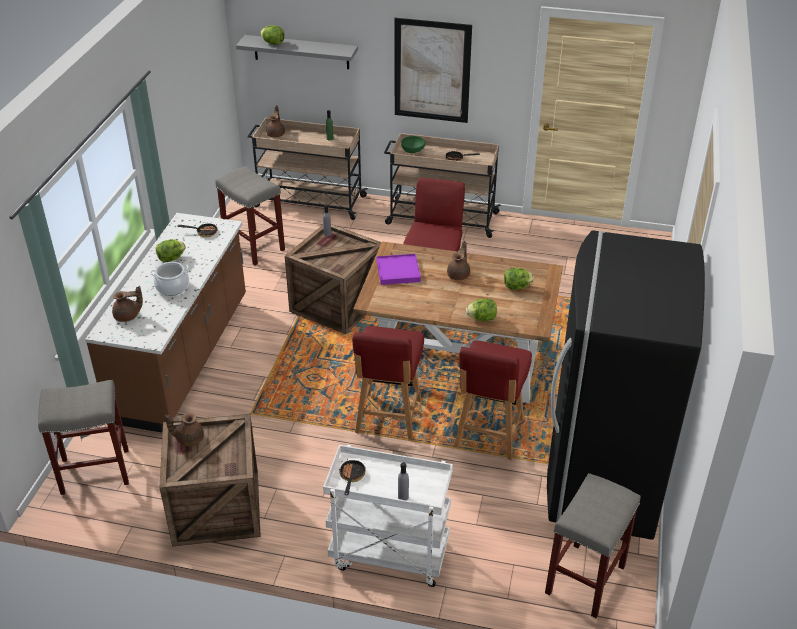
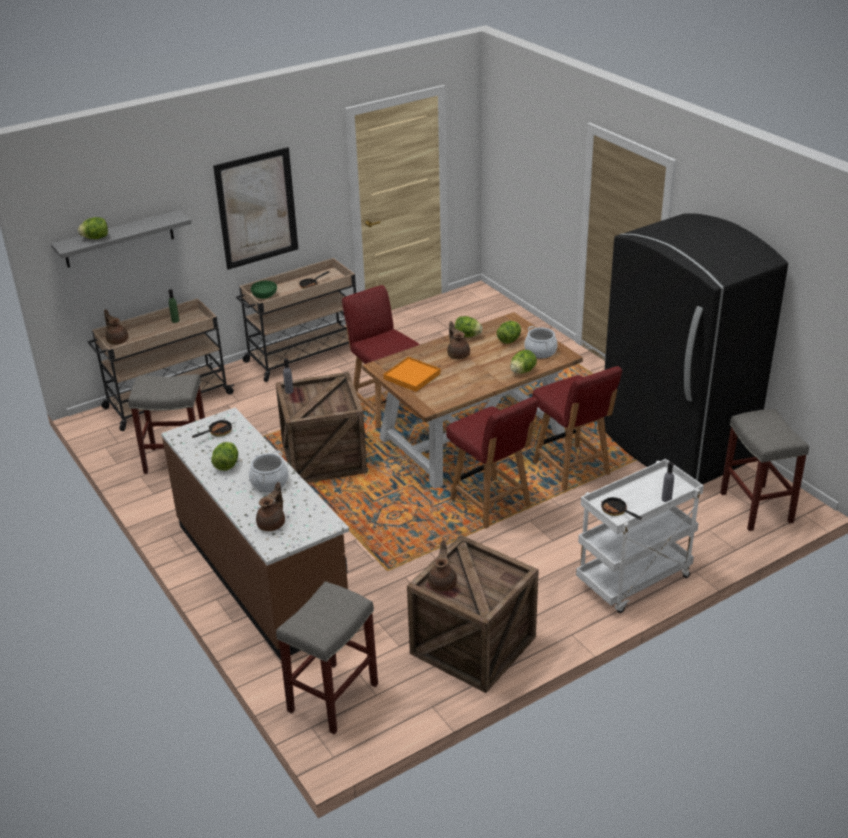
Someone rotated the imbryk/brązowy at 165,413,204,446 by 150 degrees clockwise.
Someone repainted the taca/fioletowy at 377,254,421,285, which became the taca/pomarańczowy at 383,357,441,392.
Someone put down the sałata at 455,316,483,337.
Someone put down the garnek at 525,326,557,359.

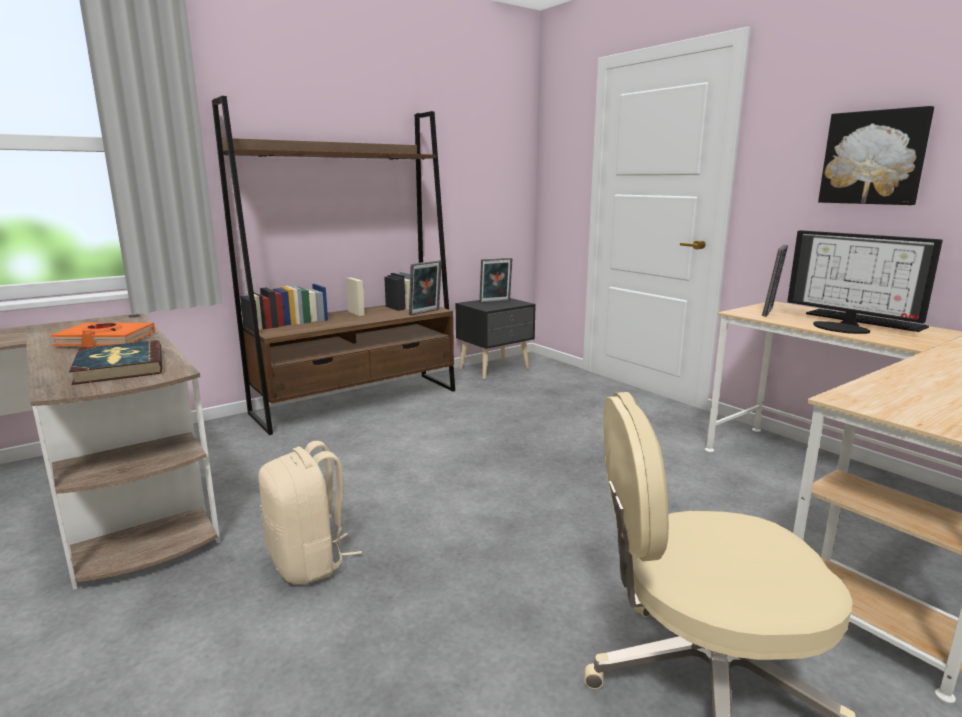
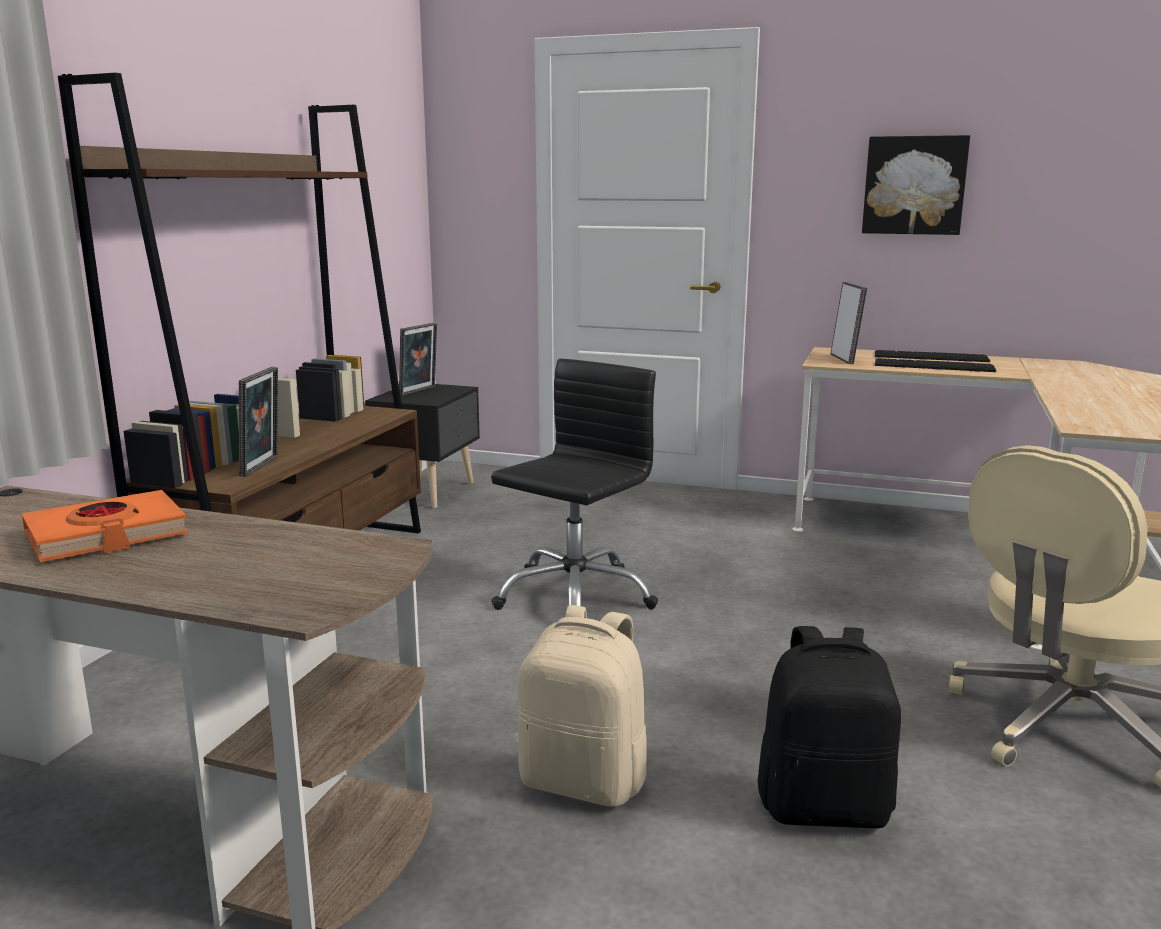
Someone took away the książka at 69,340,162,385.
Someone carried the ramka na zdjęcie from 409,260,442,315 to 239,367,278,477.
Someone swapped the monitor at 787,230,943,334 for the klawiatura at 875,358,996,372.
Someone put down the krzesło biurowe/czarny at 491,359,658,610.
Someone put down the plecak/czarny at 758,626,901,828.

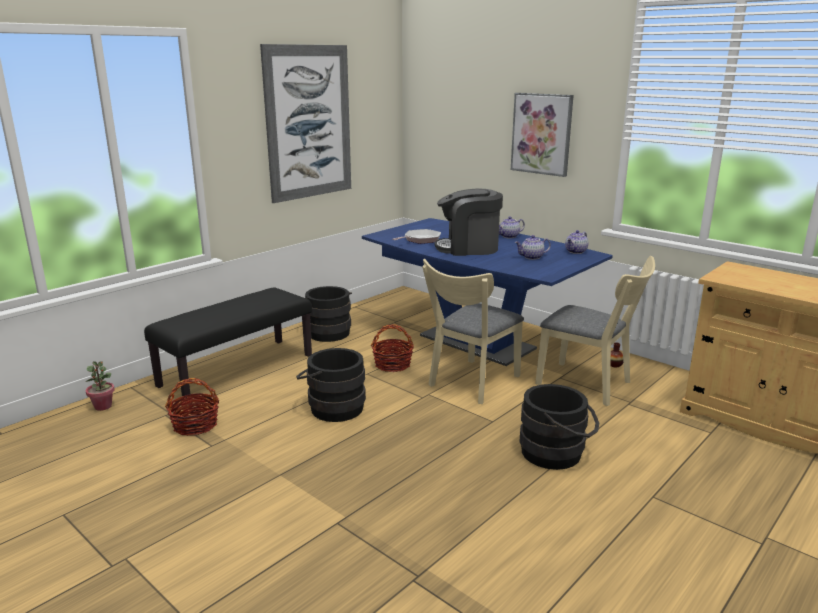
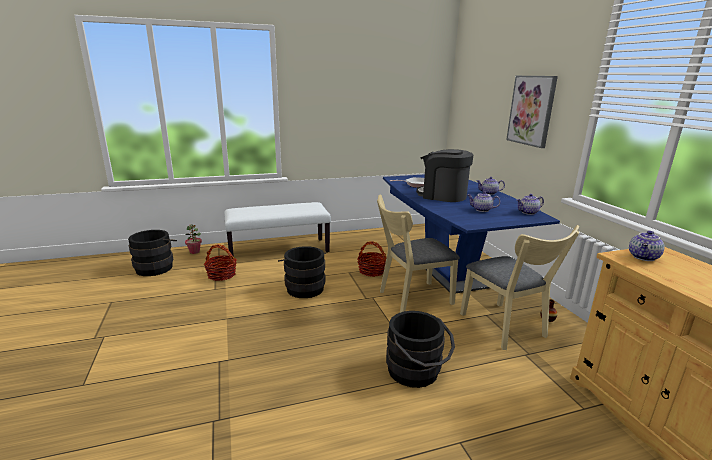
Someone repainted the ławka/czarny at 144,287,312,398, which became the ławka/biały at 224,202,331,257.
Someone took away the obraz at 260,44,351,203.
Someone carried the wiadro/czarny from 305,286,352,342 to 128,230,177,276.
Someone put down the imbryk at 629,231,665,261.

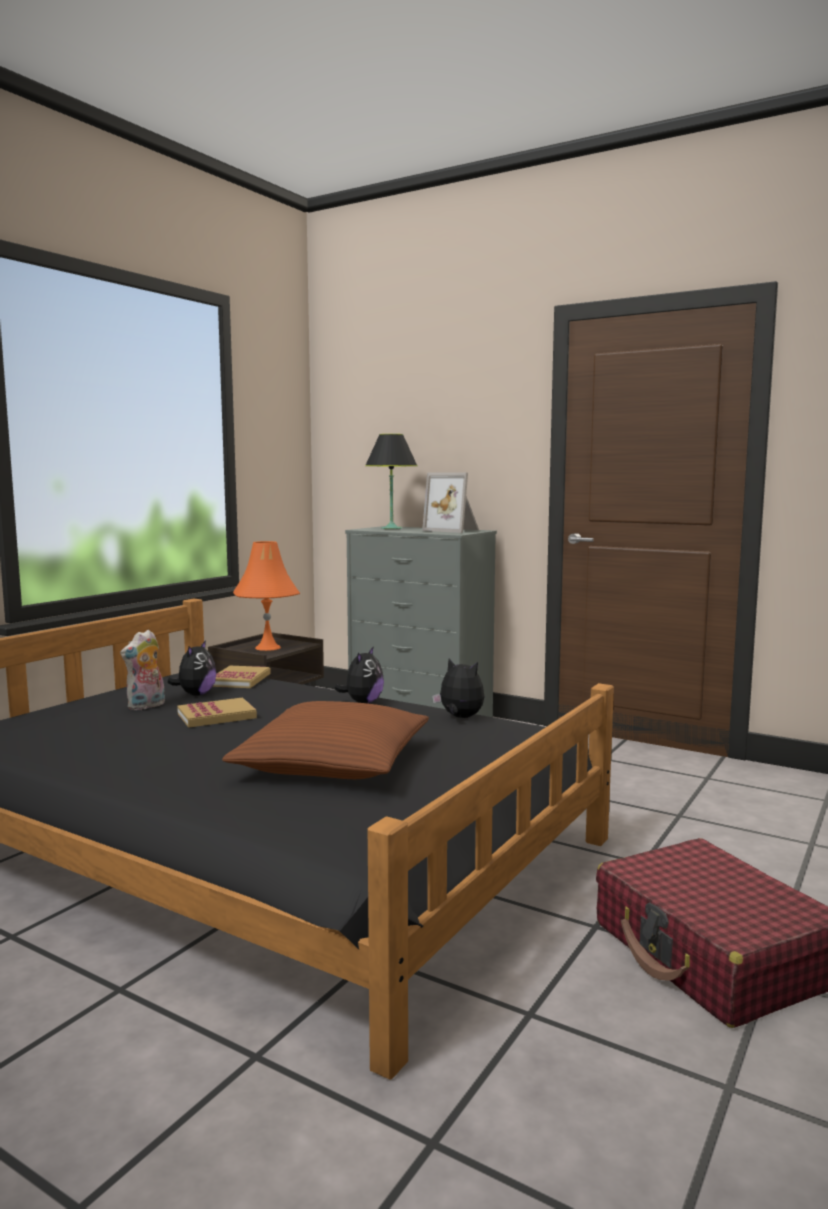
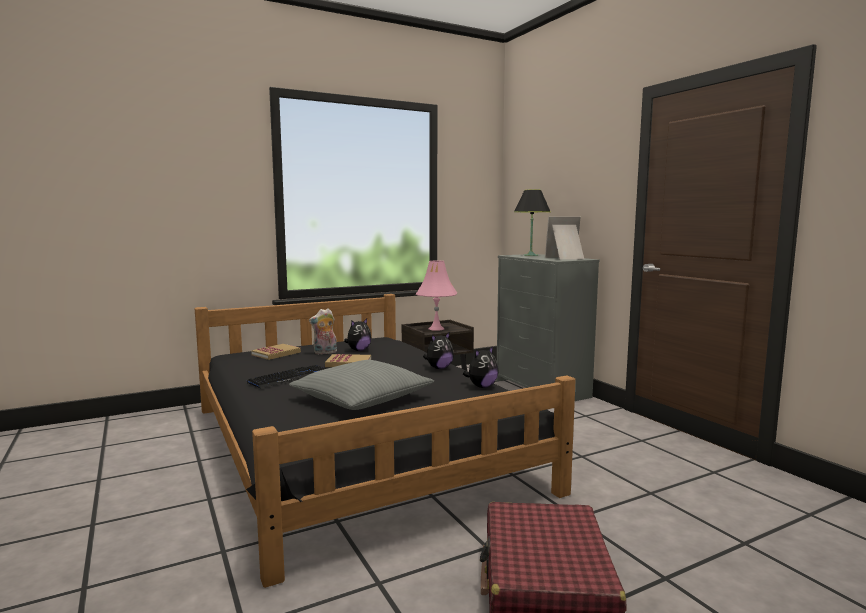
Someone carried the książka from 213,666,271,688 to 251,344,301,360.
Someone repainted the poduszka/brązowy at 222,701,429,779, which became the poduszka/szary at 289,360,434,410.
Someone repainted the lampa stołowa/pomarańczowy at 233,541,300,651, which became the lampa stołowa/różowy at 416,261,457,331.
Someone rotated the ramka na zdjęcie at 422,472,479,533 by 105 degrees clockwise.
Someone rotated the pluszak at 432,658,484,718 by 75 degrees clockwise.
Someone put down the klawiatura at 247,365,325,388.

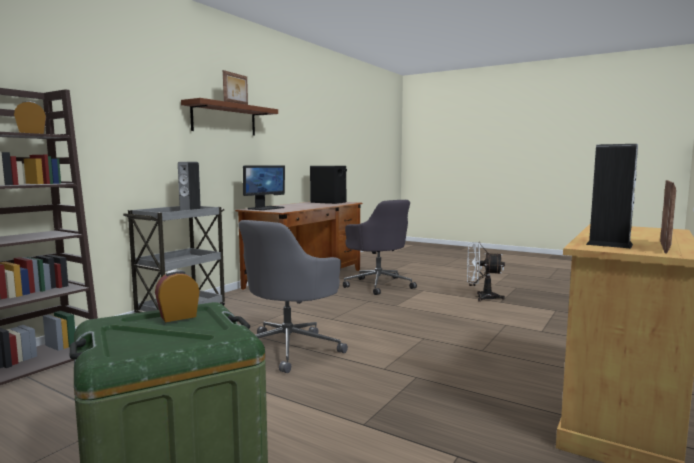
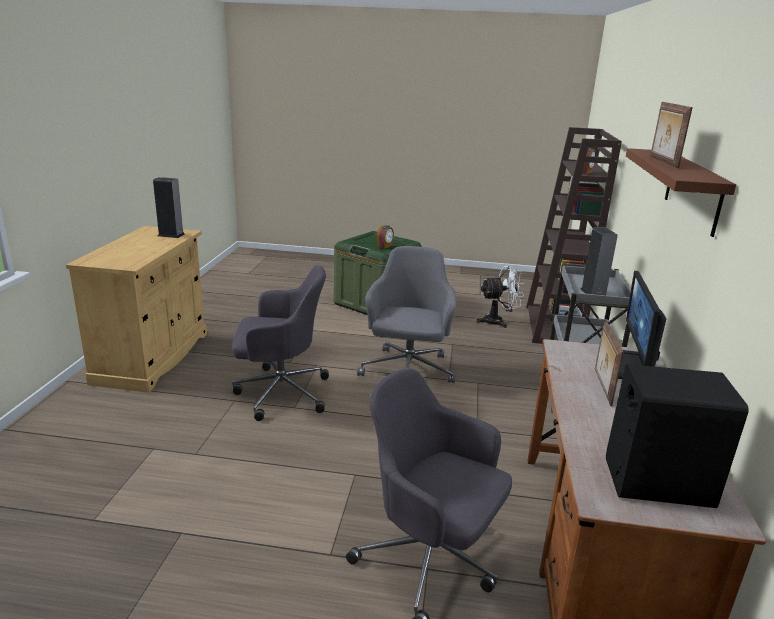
Someone carried the wentylator/biały from 467,242,505,302 to 476,266,525,328.
Someone carried the ramka na zdjęcie from 660,180,677,253 to 595,321,624,406.
Someone put down the krzesło biurowe/szary at 232,265,329,421.

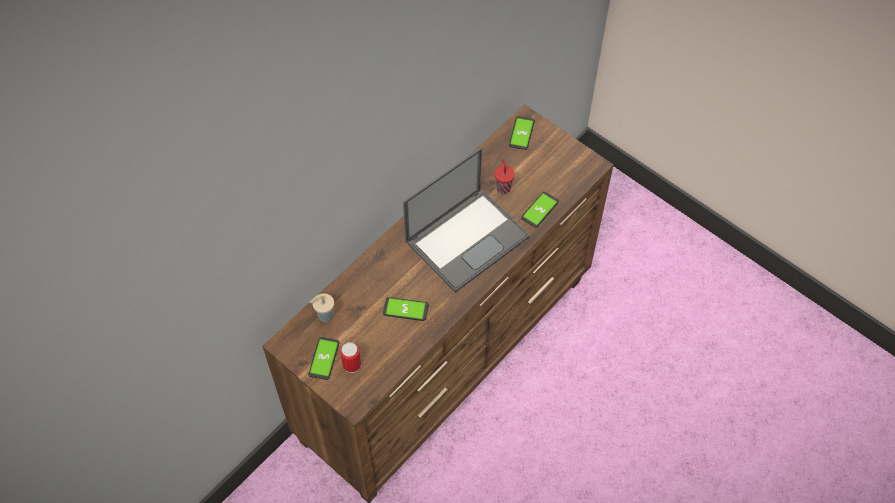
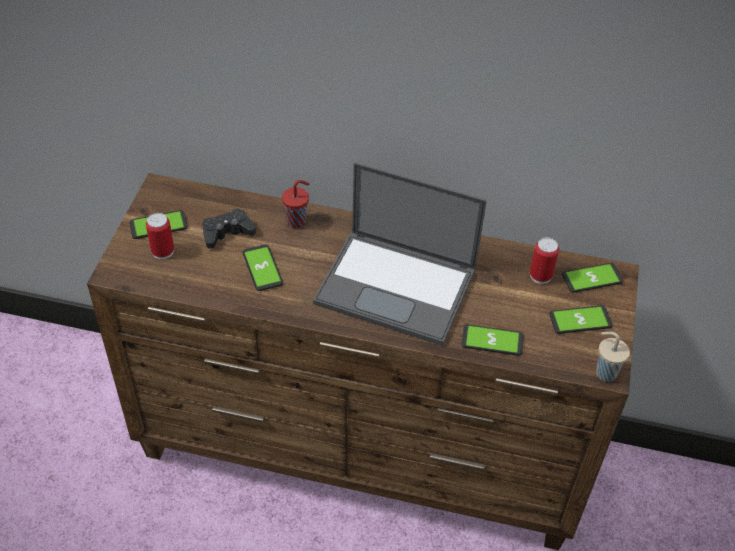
Someone carried the filiżanka/beżowy from 310,293,334,323 to 596,332,630,382.
Someone carried the filiżanka/czerwony from 495,159,515,194 to 282,180,309,228.
Someone put down the pad do gier/czarny at 202,208,256,249.
Someone put down the puszka at 530,237,559,284.
Someone put down the telefon at 549,305,612,334.

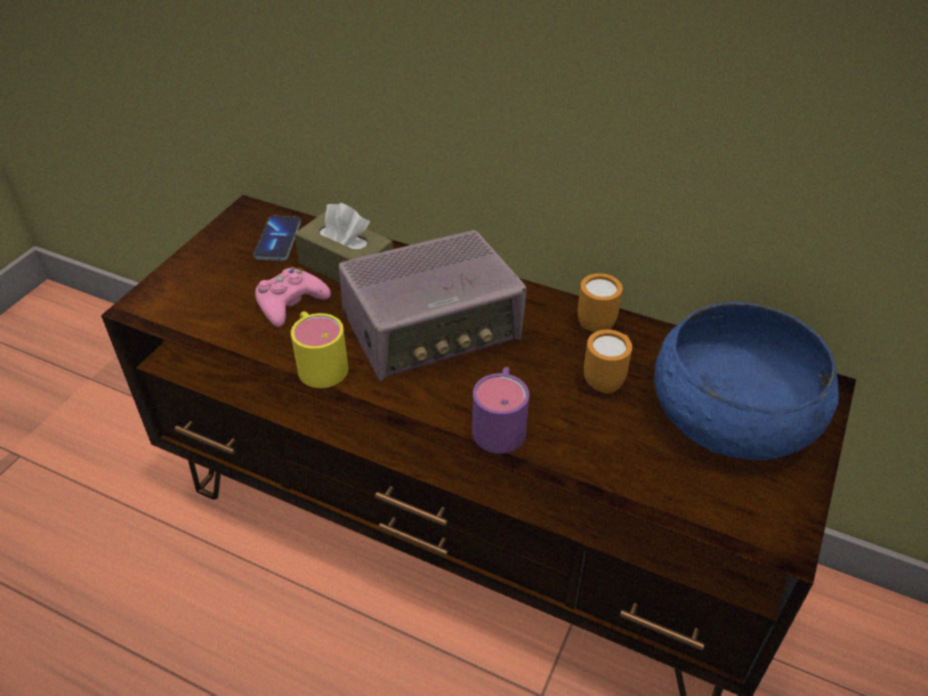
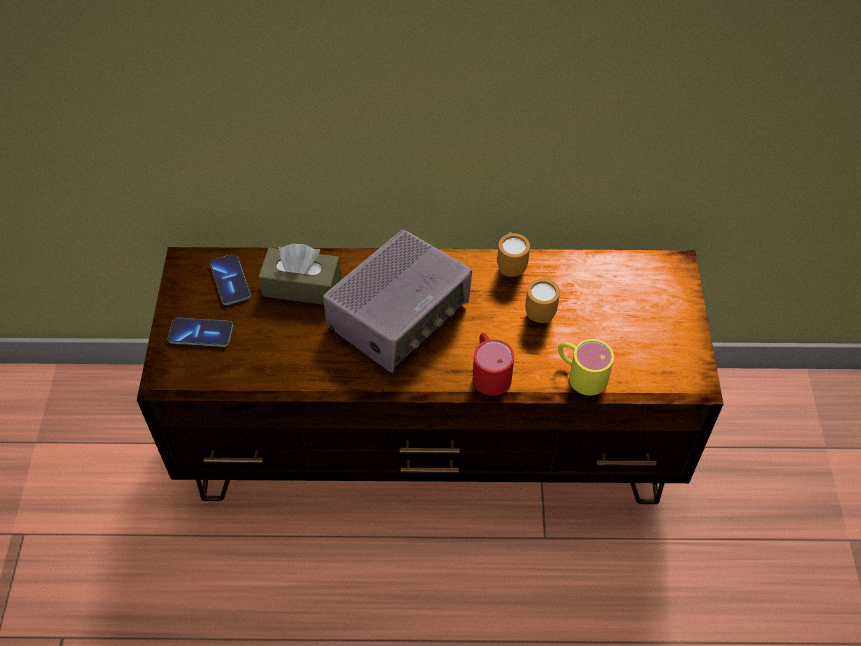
Someone took away the pad do gier/różowy at 255,267,331,327.
Someone carried the kubek/żółty from 291,311,348,388 to 558,339,614,396.
Someone repainted the kubek/fioletowy at 472,367,529,454, which became the kubek/czerwony at 473,333,514,396.
Someone took away the miska/niebieski at 654,302,839,460.
Someone put down the telefon at 168,318,233,347.

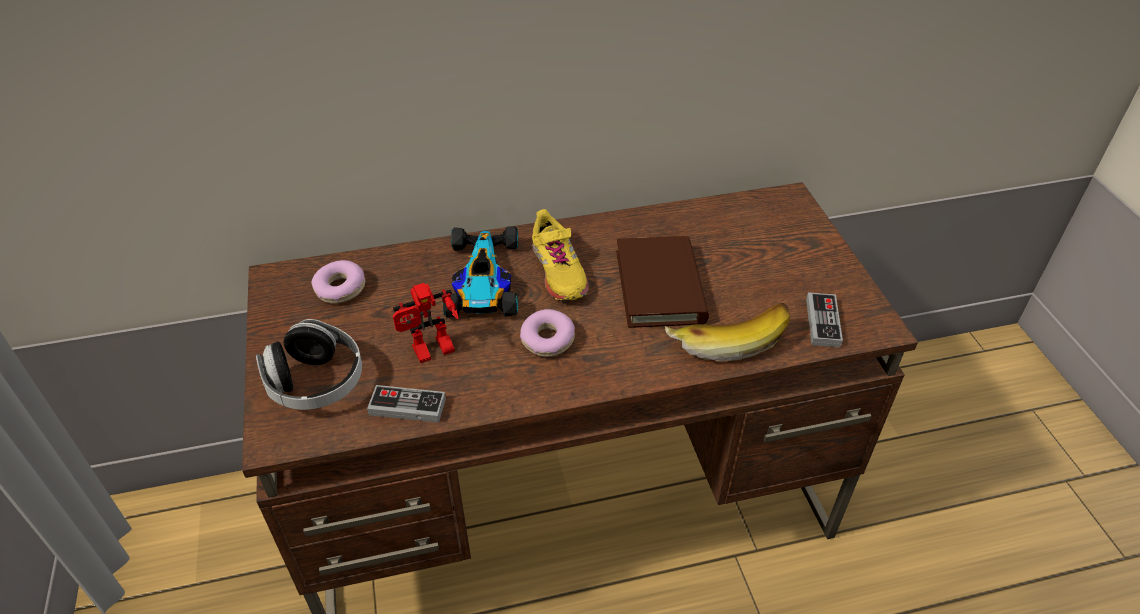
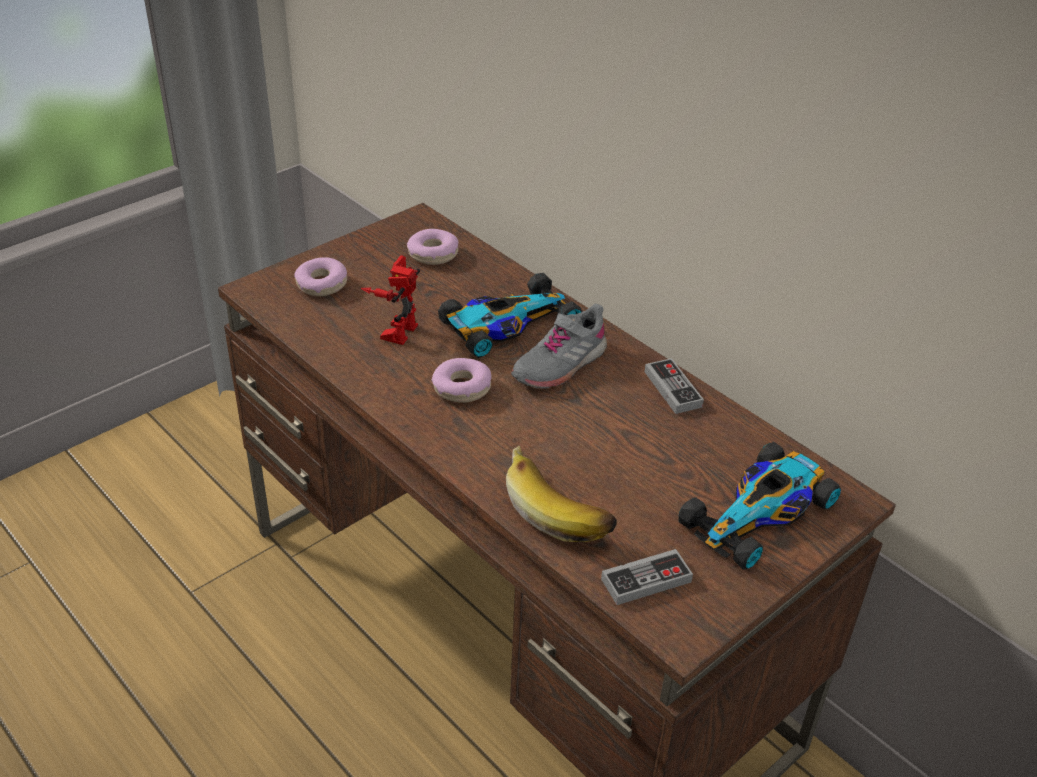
Someone swapped the słuchawki at 256,319,362,410 for the donut at 294,257,347,296.
Someone carried the pad do gier from 367,385,446,423 to 644,358,704,414.
Someone rotated the robot zabawkowy at 393,283,458,363 by 75 degrees clockwise.
Someone repainted the but/żółty at 532,209,589,301, which became the but/szary at 511,304,607,389.
Someone took away the książka/brązowy at 616,236,709,328.
Someone put down the samochodzik at 679,442,841,570.

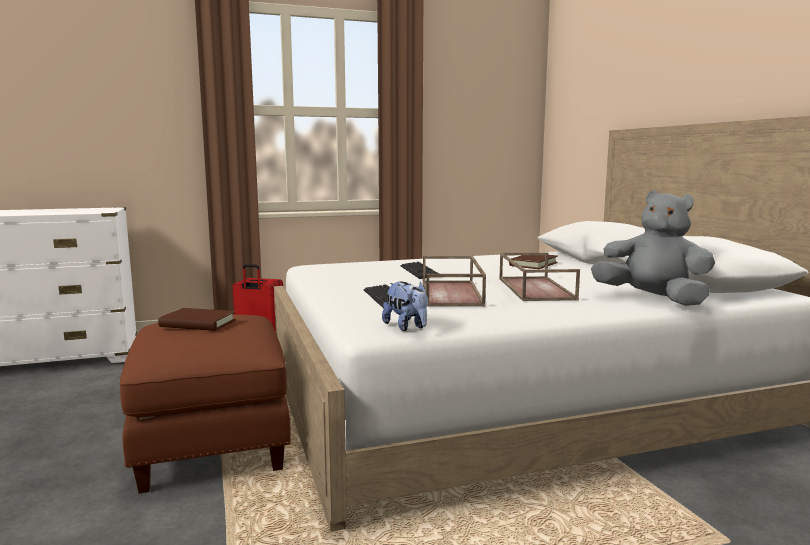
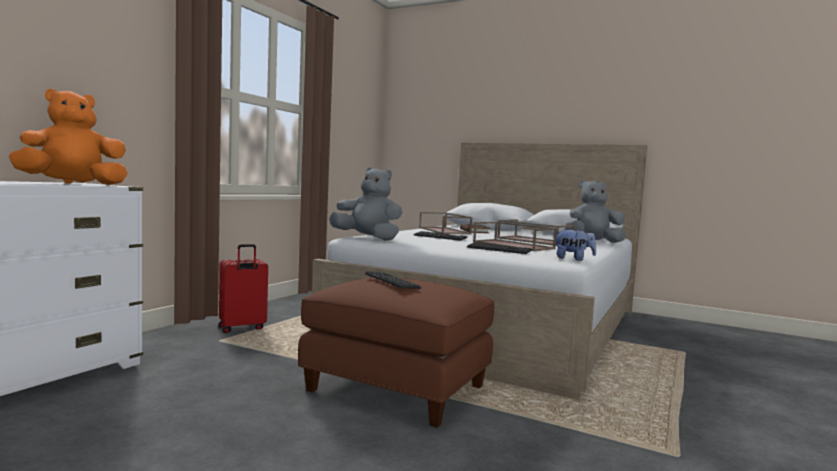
Someone swapped the książka/brązowy at 158,308,236,331 for the klawiatura at 365,271,421,289.
Someone put down the pluszak/pomarańczowy at 9,89,128,185.
Someone put down the pluszak/szary at 329,167,402,241.
Someone put down the taca/brązowy at 419,212,472,235.

